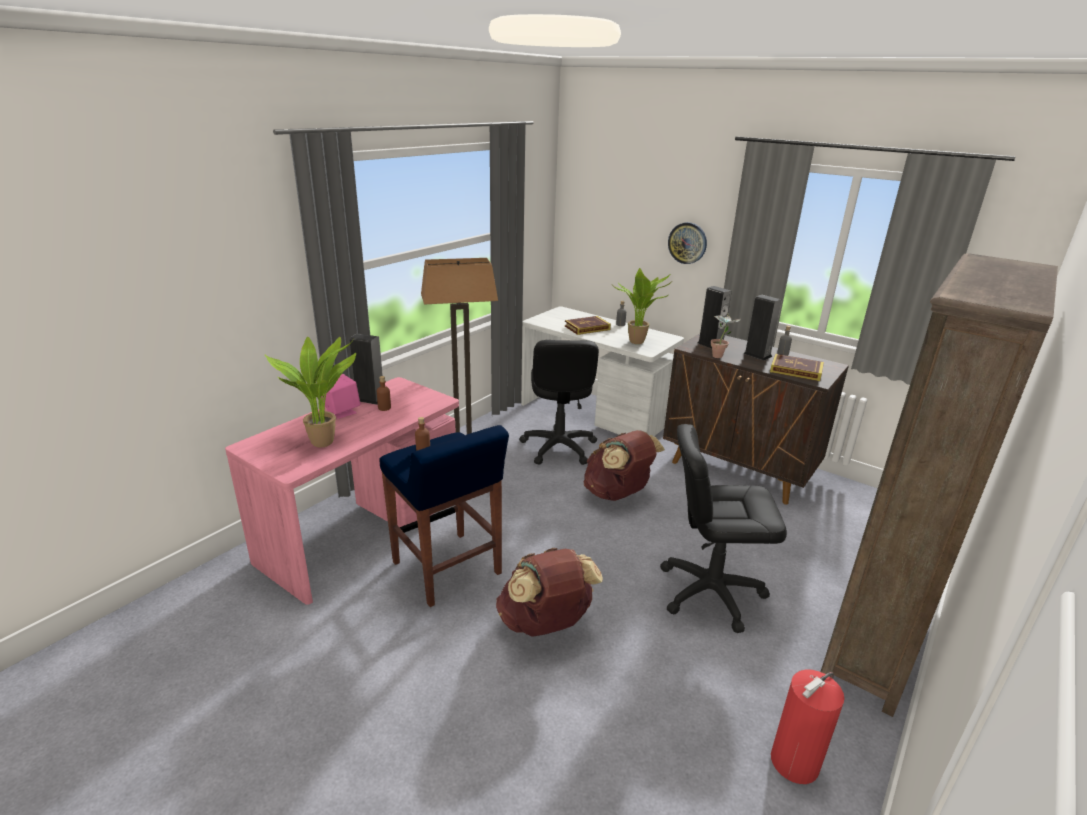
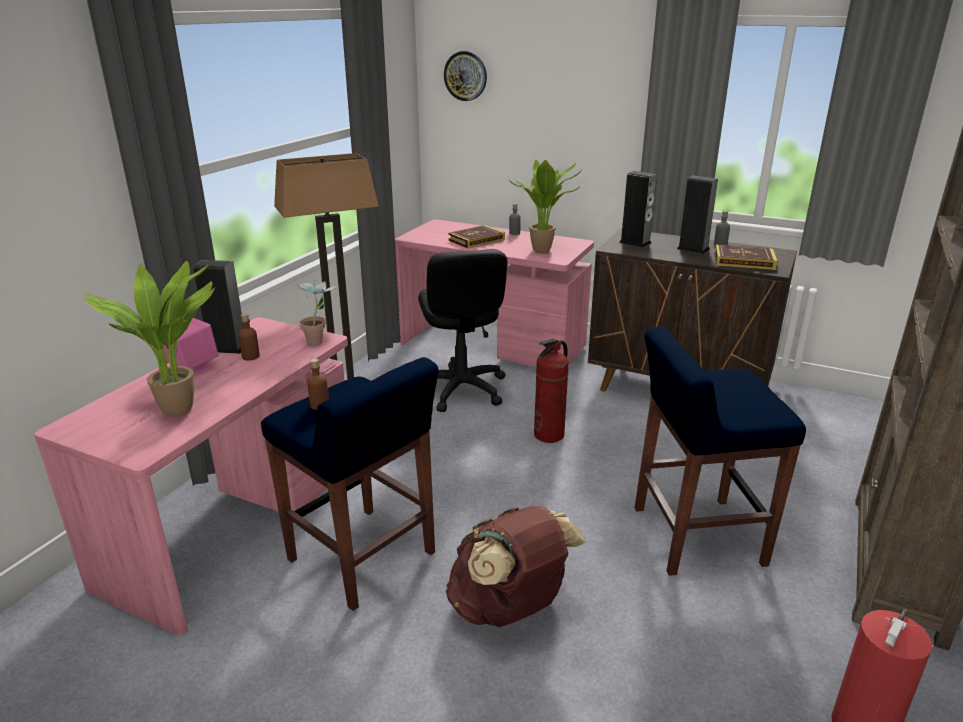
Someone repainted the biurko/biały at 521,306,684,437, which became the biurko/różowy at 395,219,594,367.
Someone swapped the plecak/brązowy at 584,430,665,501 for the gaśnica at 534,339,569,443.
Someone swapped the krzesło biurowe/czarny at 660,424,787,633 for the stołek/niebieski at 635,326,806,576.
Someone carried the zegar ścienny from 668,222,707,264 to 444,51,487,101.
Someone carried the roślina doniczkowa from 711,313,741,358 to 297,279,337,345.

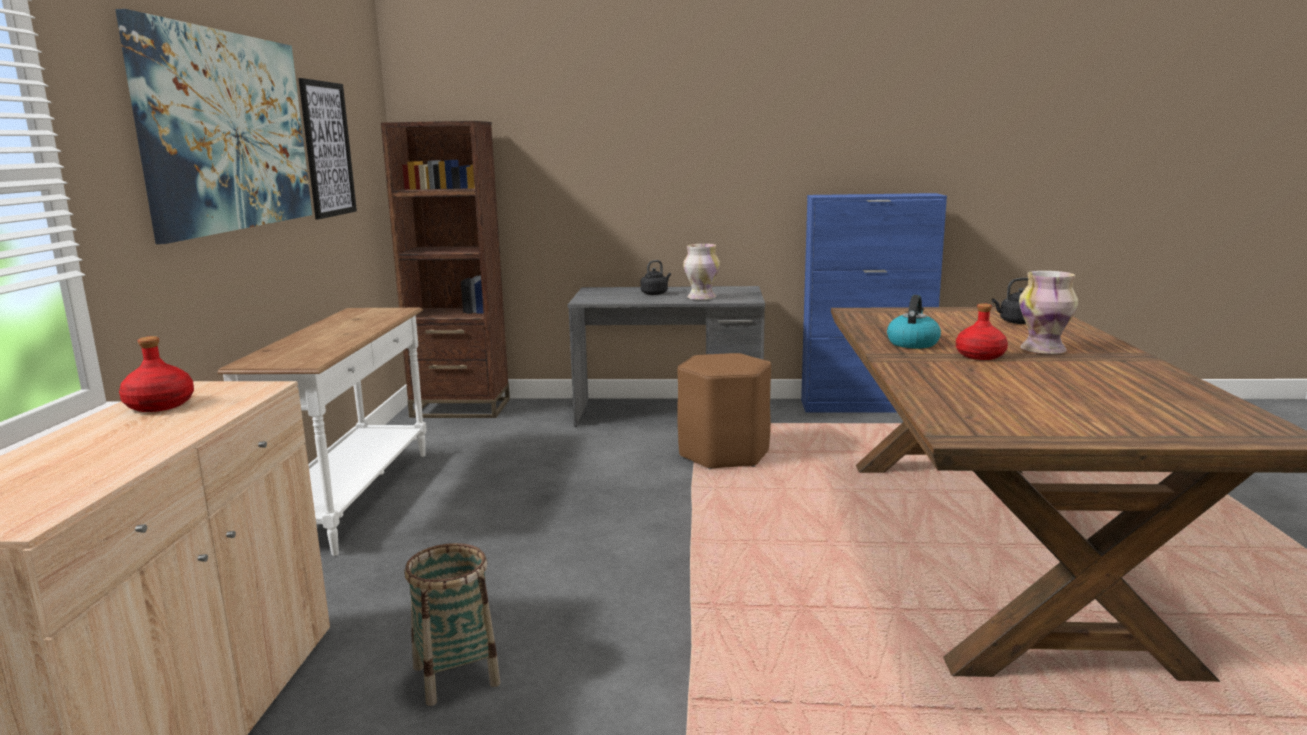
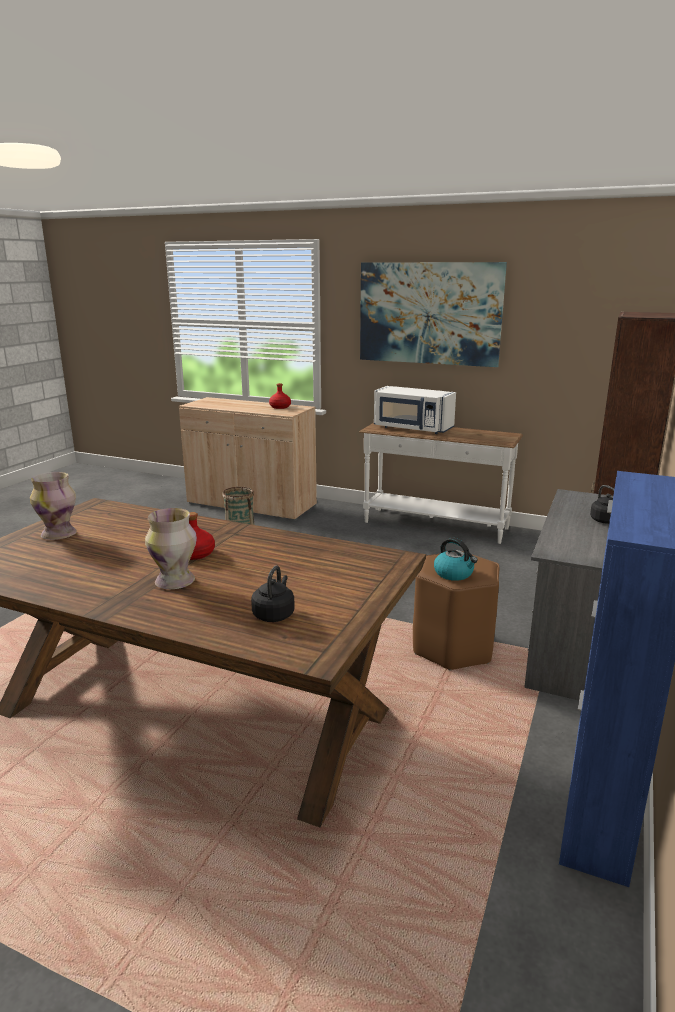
Someone took away the obraz at 298,78,357,219.
Someone carried the wazon from 683,244,720,300 to 30,472,77,540.
Someone carried the czajnik from 887,295,941,348 to 434,538,478,581.
Someone put down the mikrofalówka/biały at 374,386,456,434.

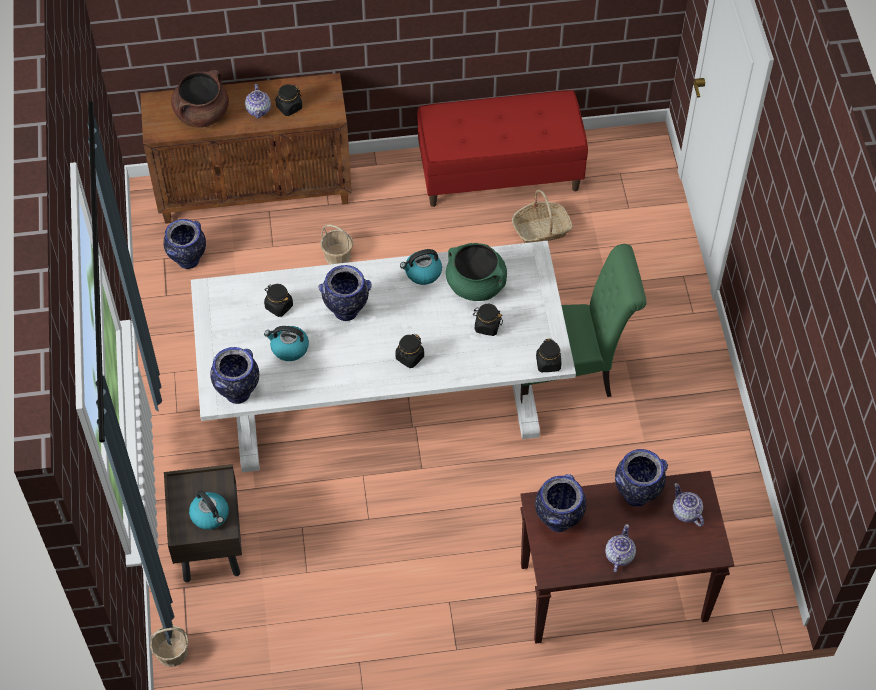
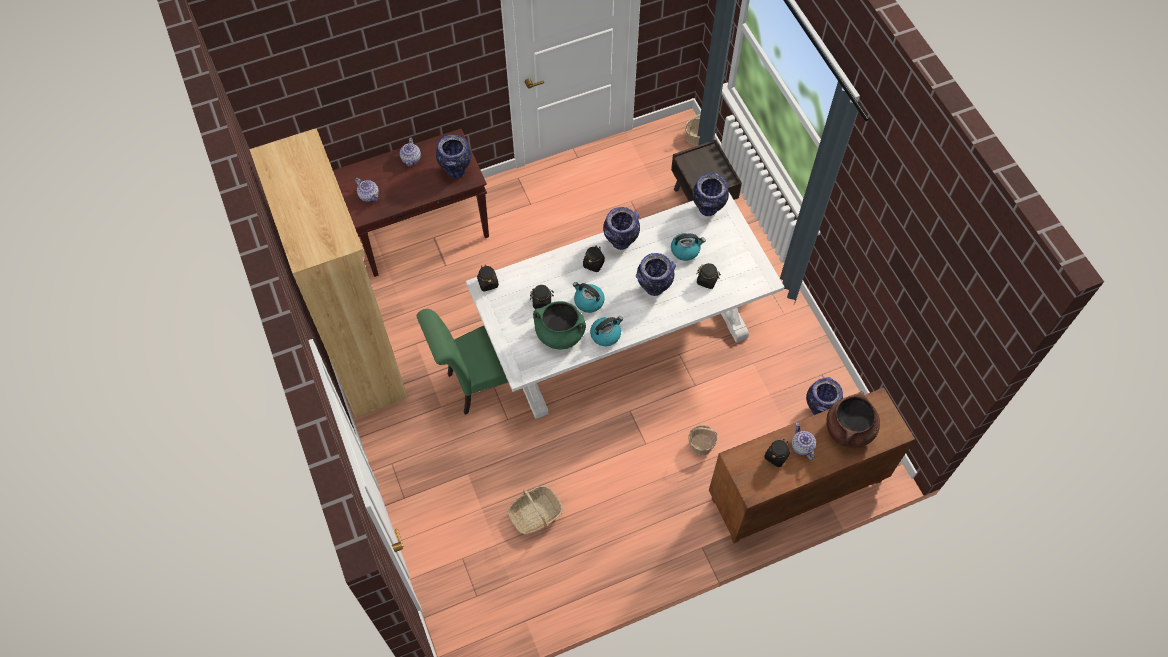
Someone carried the czajnik from 189,490,229,530 to 573,282,605,313.
Someone took away the ławka/czerwony at 417,90,588,207.
Someone carried the wazon from 615,449,668,507 to 603,207,640,250.
Someone put down the regał/brązowy at 250,128,408,418.

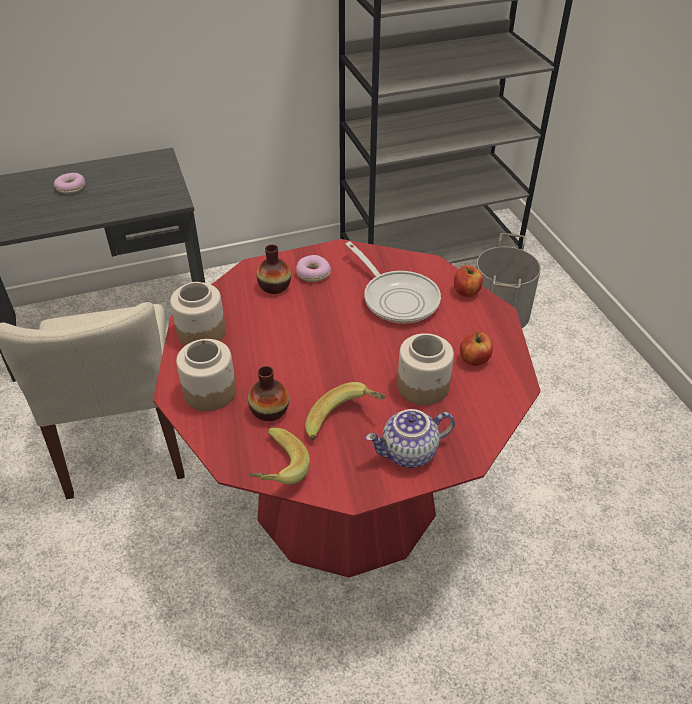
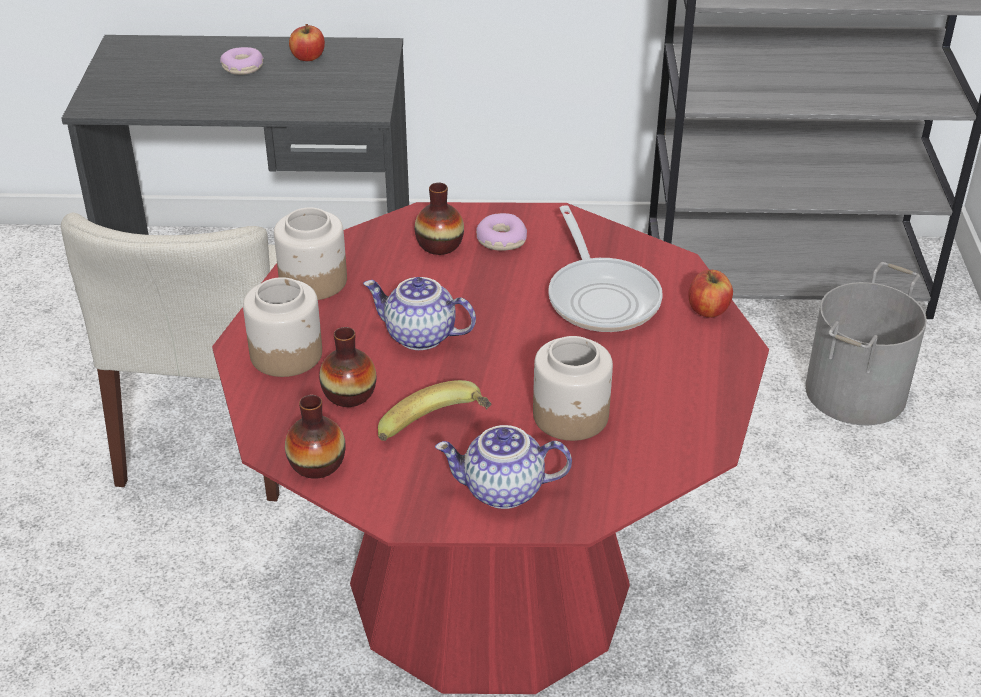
Someone swapped the banan at 248,428,310,484 for the wazon at 285,395,346,479.
Someone carried the jabłko from 460,331,493,366 to 289,24,325,61.
Someone put down the imbryk at 363,277,476,350.

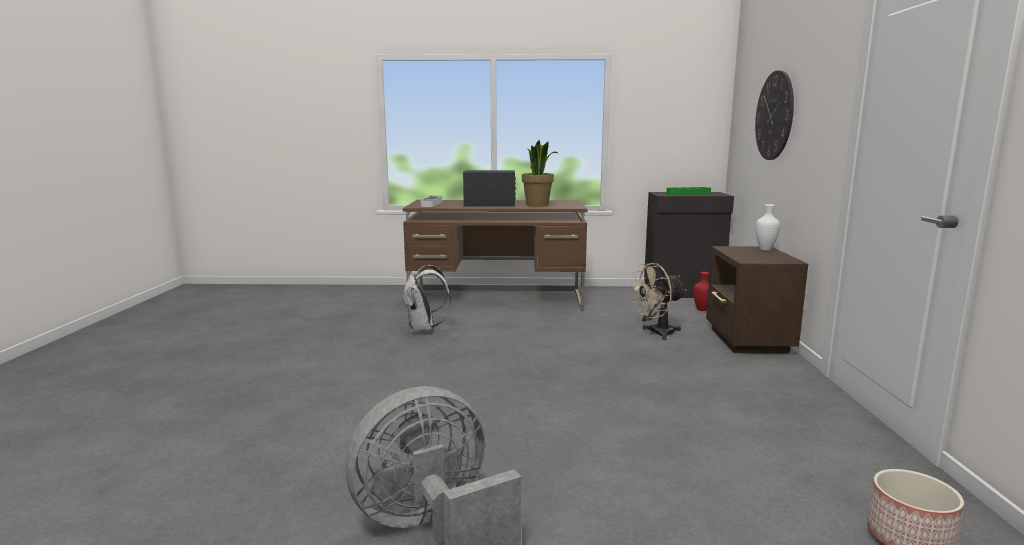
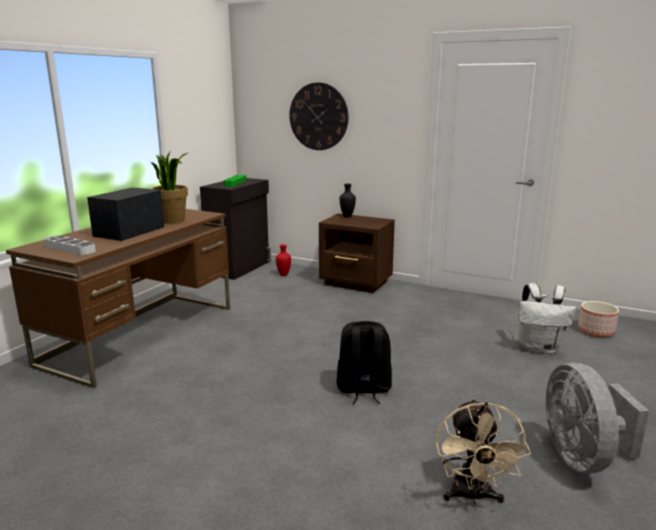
Someone carried the plecak/biały from 403,265,451,334 to 518,283,576,354.
Someone carried the wentylator/beżowy from 629,263,687,340 to 436,399,531,505.
Someone repainted the wazon/biały at 756,204,780,251, which became the wazon/czarny at 340,183,356,217.
Someone put down the plecak/czarny at 337,321,392,404.

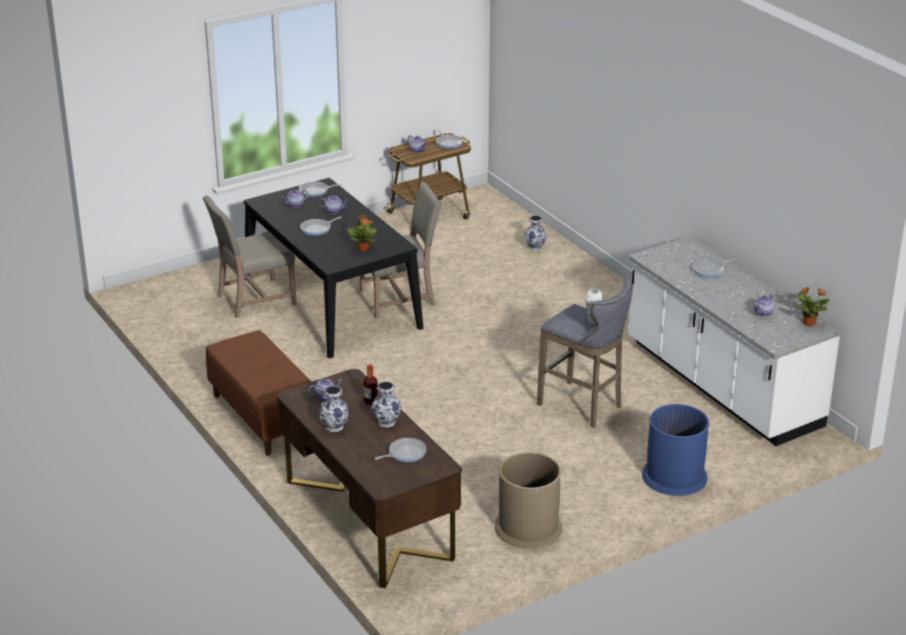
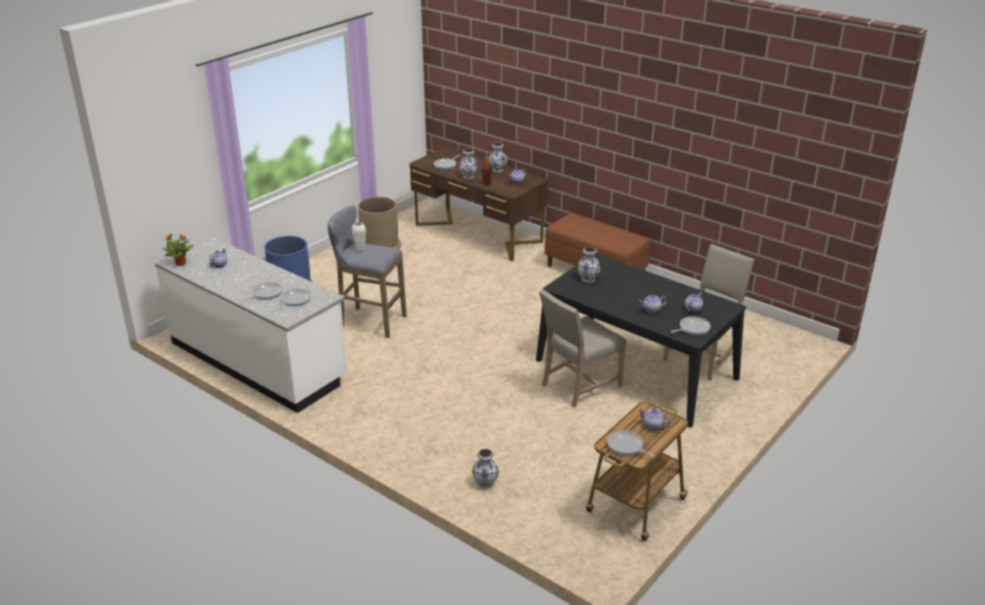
Someone carried the patelnia from 300,217,342,236 to 273,289,311,309.
Someone swapped the roślina doniczkowa at 347,215,376,251 for the wazon at 578,247,600,283.

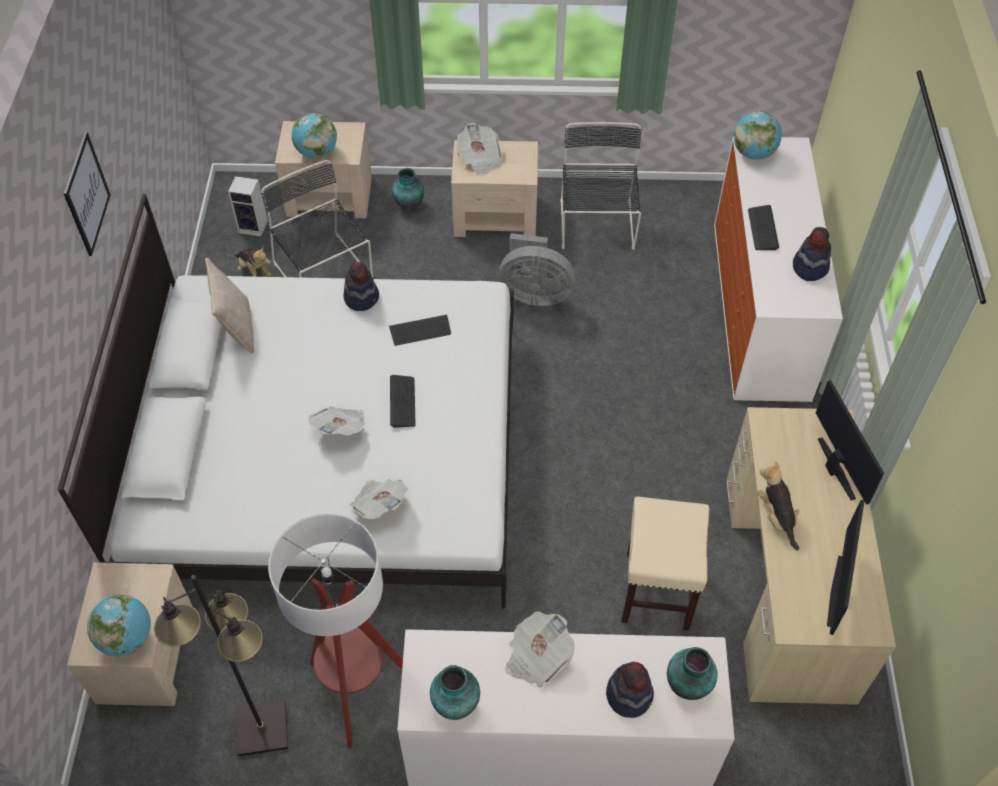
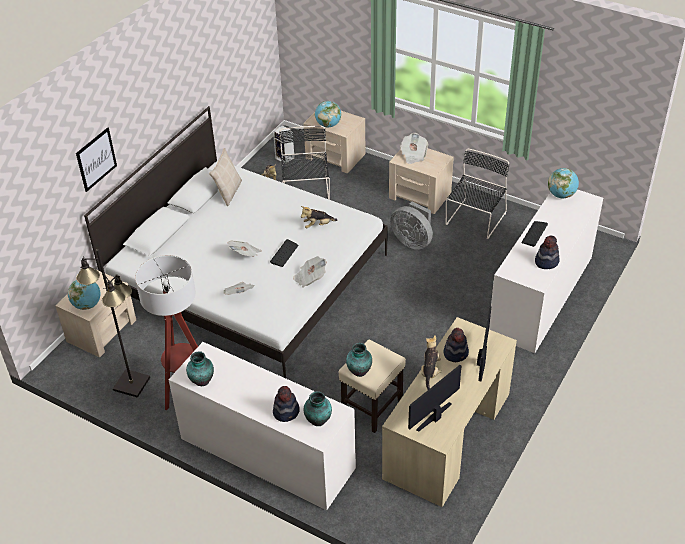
Someone carried the obraz from 64,132,111,256 to 76,127,117,192.
Someone carried the kapelusz from 343,262,379,311 to 443,328,469,362.
Someone swapped the klawiatura at 389,315,451,346 for the pluszak at 301,206,337,228.
Someone carried the wazon from 392,168,424,211 to 346,343,372,377.
Someone carried the gazeta from 505,611,575,688 to 293,256,327,288.

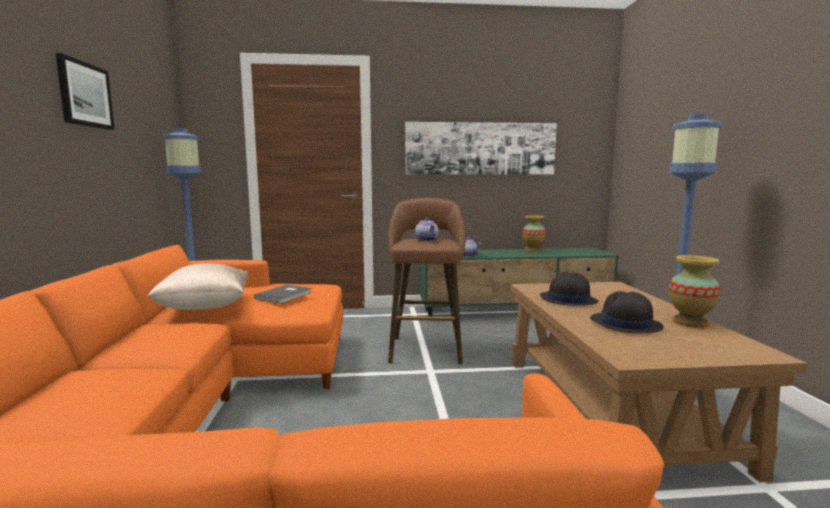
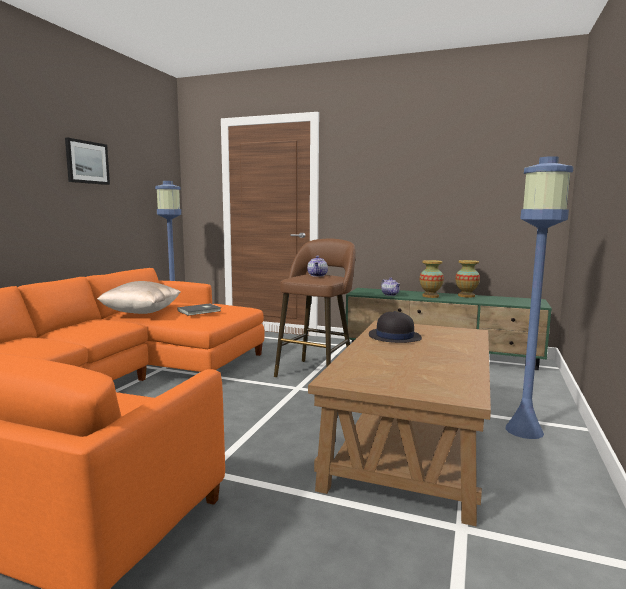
Someone took away the obraz at 405,122,557,175.
Someone took away the kapelusz/czarny at 590,291,663,334.
Someone carried the wazon from 669,255,720,328 to 420,260,444,298.

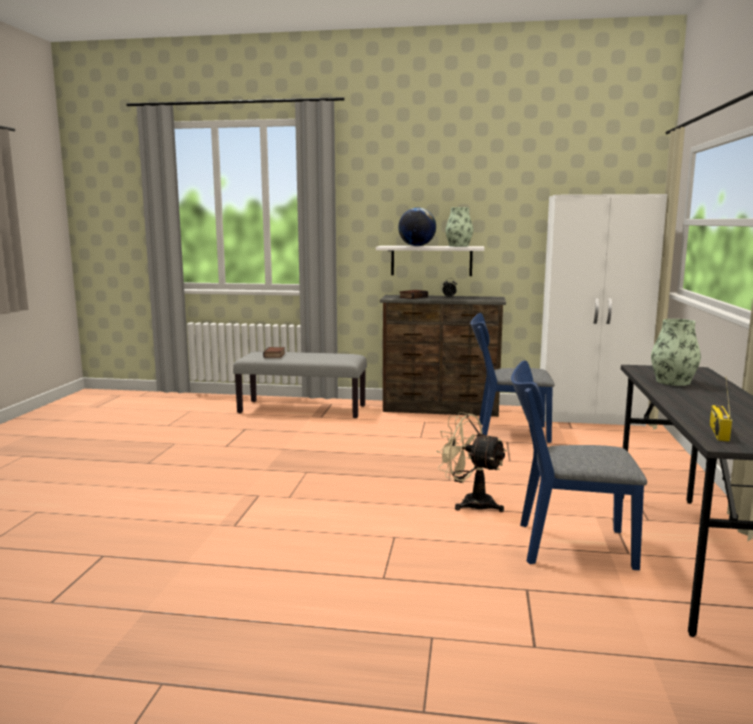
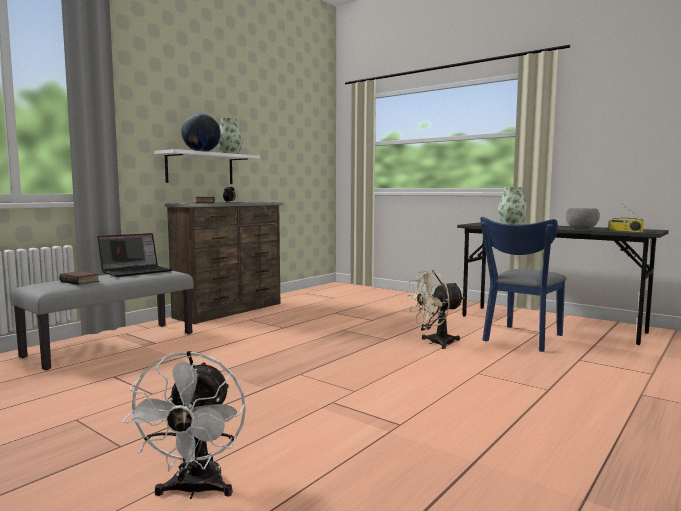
Someone took away the krzesło/niebieski at 470,313,555,443.
Someone took away the szafa/biały at 540,194,667,426.
Someone put down the laptop at 97,233,172,277.
Someone put down the wentylator/biały at 123,351,246,499.
Someone put down the miska/szary at 566,208,600,229.

